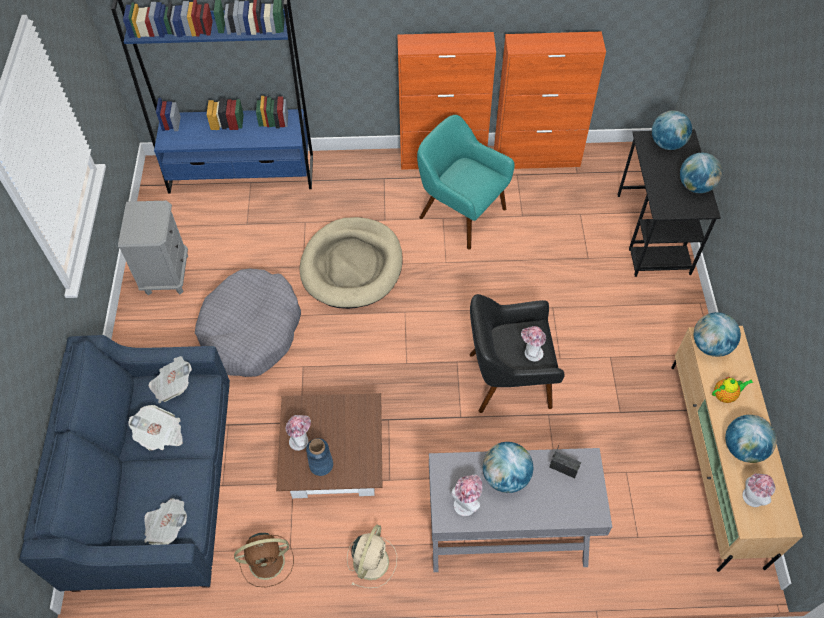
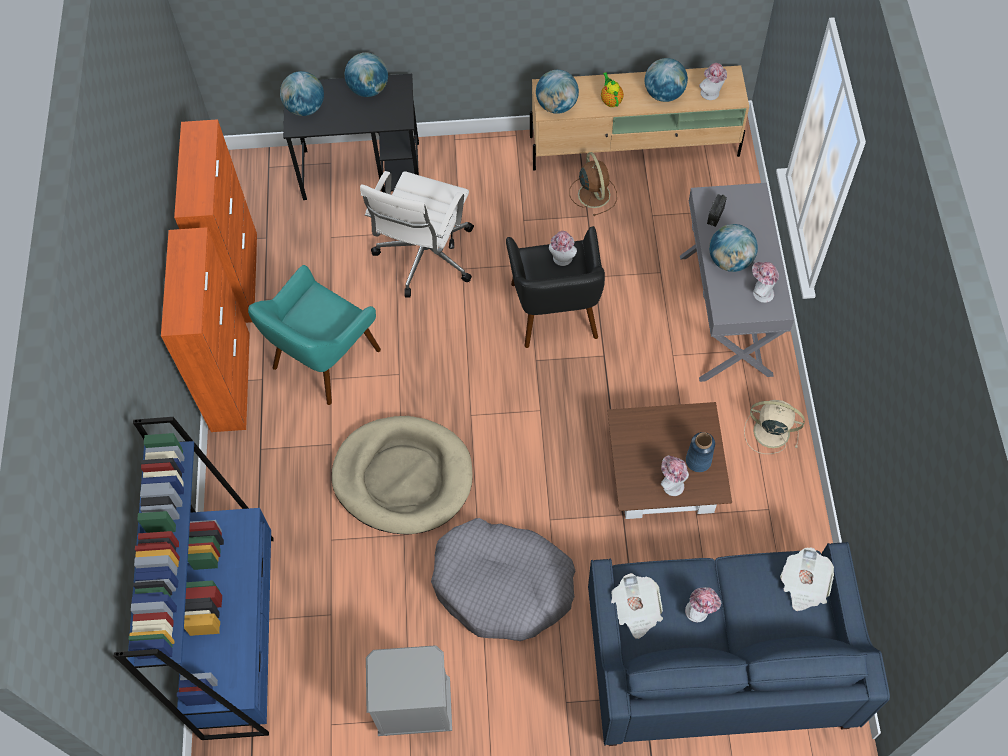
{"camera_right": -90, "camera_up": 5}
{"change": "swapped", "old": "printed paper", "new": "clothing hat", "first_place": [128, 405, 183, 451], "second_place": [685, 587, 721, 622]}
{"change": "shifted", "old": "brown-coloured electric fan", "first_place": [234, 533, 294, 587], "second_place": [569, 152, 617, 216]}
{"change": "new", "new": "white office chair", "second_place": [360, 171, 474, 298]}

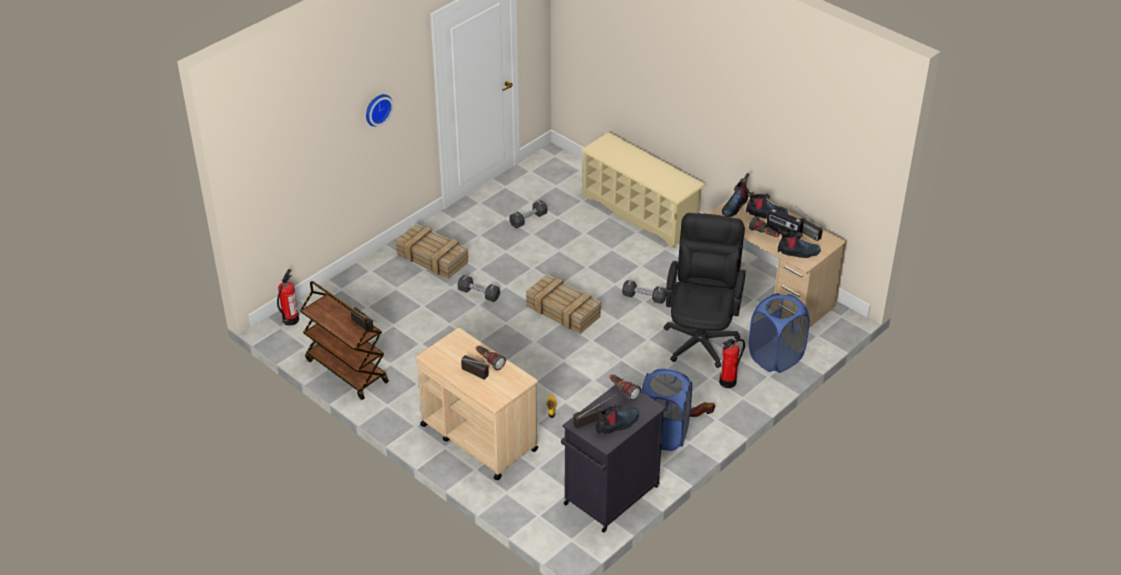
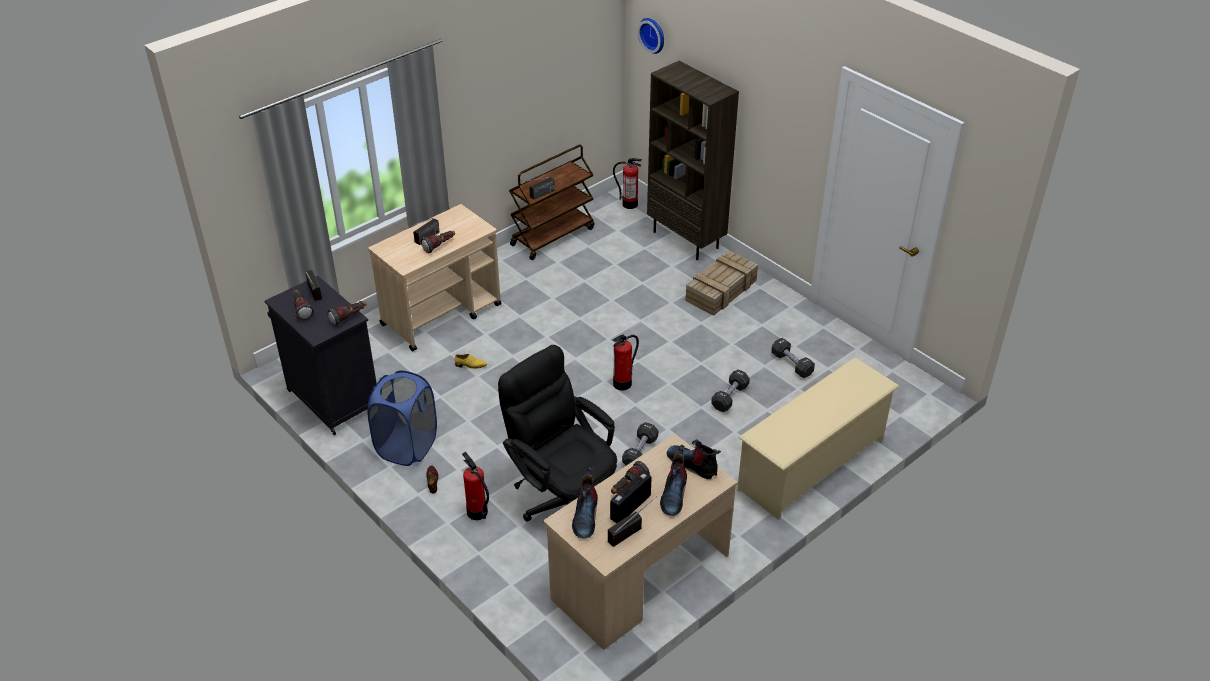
{"camera_right": 95, "camera_up": 0}
{"change": "shifted", "old": "clock on the wall", "first_place": [366, 94, 394, 127], "second_place": [638, 18, 664, 54]}
{"change": "rotated", "old": "black-coloured office chair", "first_place": [664, 213, 746, 368], "second_place": [498, 345, 617, 522], "degrees": -150}
{"change": "swapped", "old": "crate", "new": "fire-fighting cylinder", "first_place": [526, 274, 601, 334], "second_place": [612, 335, 639, 390]}
{"change": "shifted", "old": "black-coloured hand weight", "first_place": [458, 275, 500, 302], "second_place": [711, 370, 750, 412]}
{"change": "gone", "old": "blue hamper", "first_place": [749, 293, 810, 373]}
{"change": "swapped", "old": "boot", "new": "torch", "first_place": [595, 404, 639, 434], "second_place": [294, 290, 314, 320]}
{"change": "new", "new": "brown-coloured bookshelf", "second_place": [647, 61, 739, 260]}

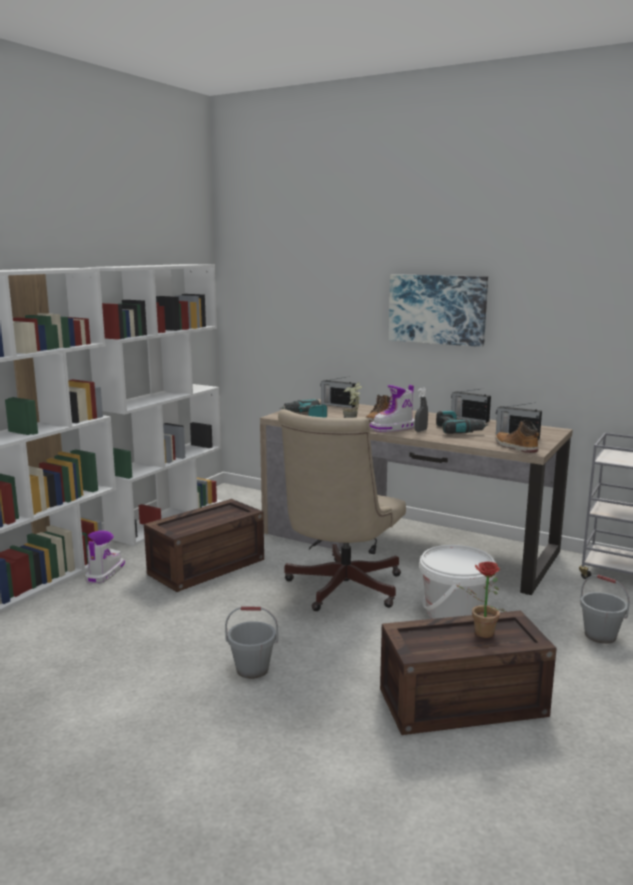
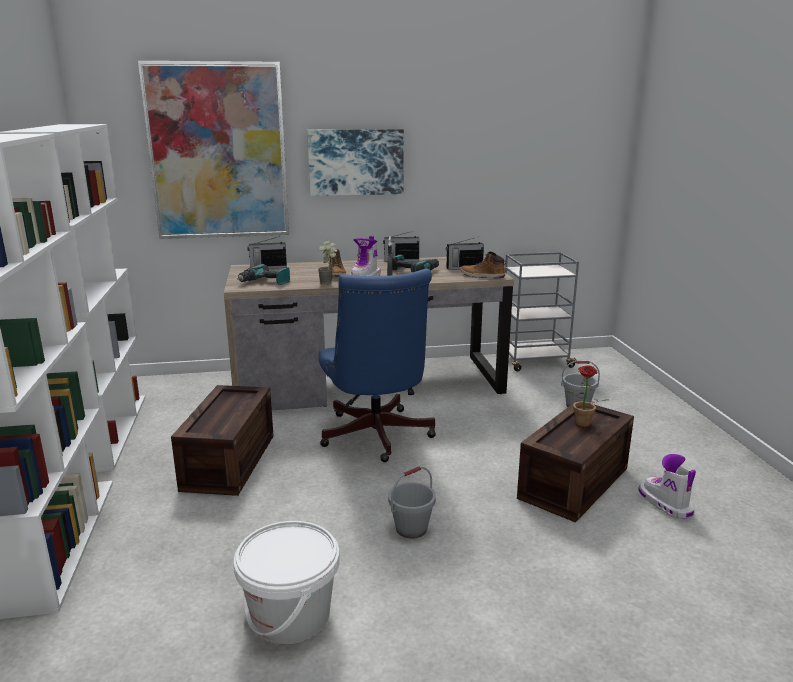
{"camera_right": -40, "camera_up": 5}
{"change": "repainted", "old": "beige-coloured office chair", "new": "blue office chair", "first_place": [278, 409, 406, 611], "second_place": [319, 269, 436, 462]}
{"change": "shifted", "old": "boot", "first_place": [85, 530, 125, 584], "second_place": [638, 454, 696, 519]}
{"change": "shifted", "old": "white pail", "first_place": [419, 545, 496, 619], "second_place": [234, 521, 340, 644]}
{"change": "new", "new": "wall picture", "second_place": [138, 61, 289, 239]}

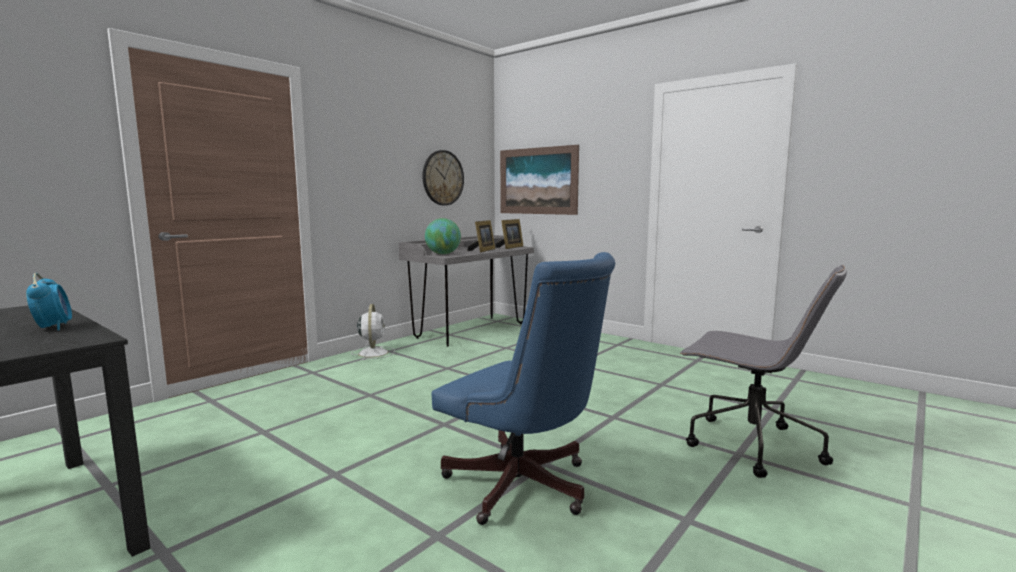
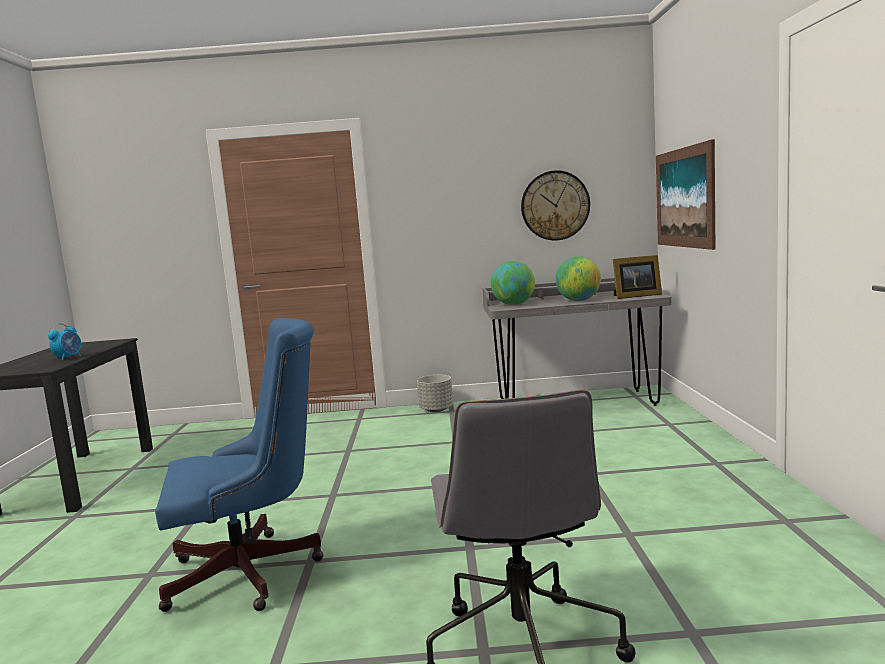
{"camera_right": 50, "camera_up": 0}
{"change": "swapped", "old": "photo frame", "new": "globe", "first_place": [467, 220, 495, 252], "second_place": [555, 256, 601, 301]}
{"change": "rotated", "old": "blue office chair", "first_place": [431, 252, 615, 525], "second_place": [155, 318, 324, 612], "degrees": -105}
{"change": "swapped", "old": "white electric fan", "new": "gray plant pot", "first_place": [351, 304, 395, 360], "second_place": [417, 375, 453, 412]}

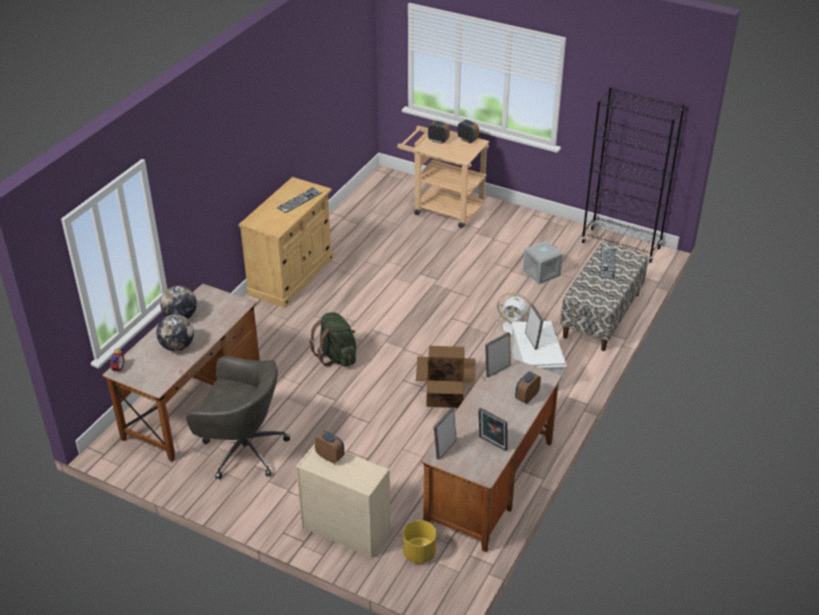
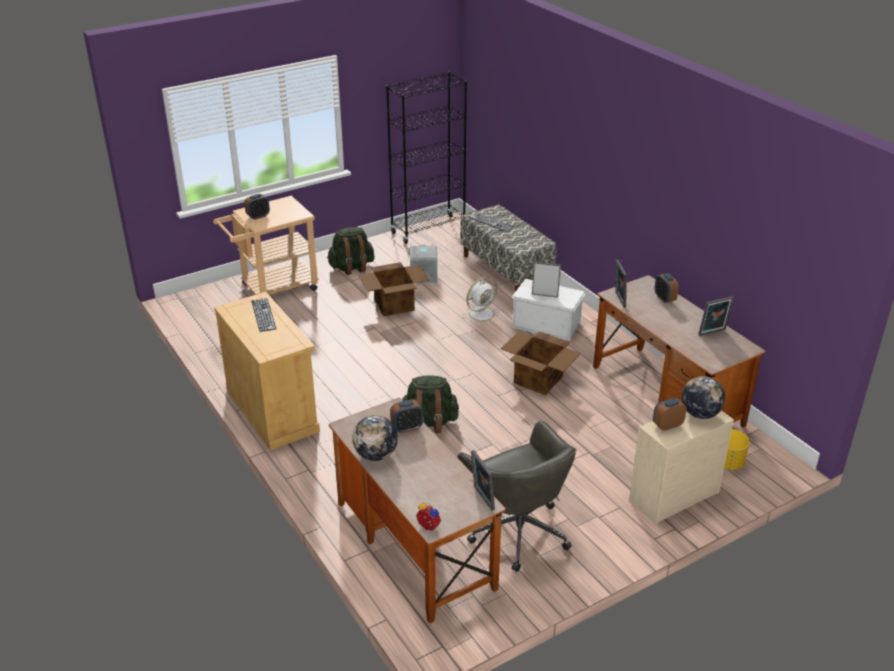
{"camera_right": -60, "camera_up": -5}
{"change": "shifted", "old": "alarm clock", "first_place": [458, 120, 479, 143], "second_place": [390, 399, 423, 433]}
{"change": "shifted", "old": "globe", "first_place": [156, 314, 194, 351], "second_place": [682, 376, 725, 419]}
{"change": "rotated", "old": "gray office chair", "first_place": [187, 356, 290, 479], "second_place": [457, 421, 576, 572], "degrees": 105}
{"change": "shifted", "old": "photo frame", "first_place": [434, 407, 457, 460], "second_place": [471, 450, 495, 511]}
{"change": "new", "new": "green-coloured rucksack", "second_place": [327, 227, 375, 275]}
{"change": "new", "new": "carton", "second_place": [359, 262, 429, 316]}

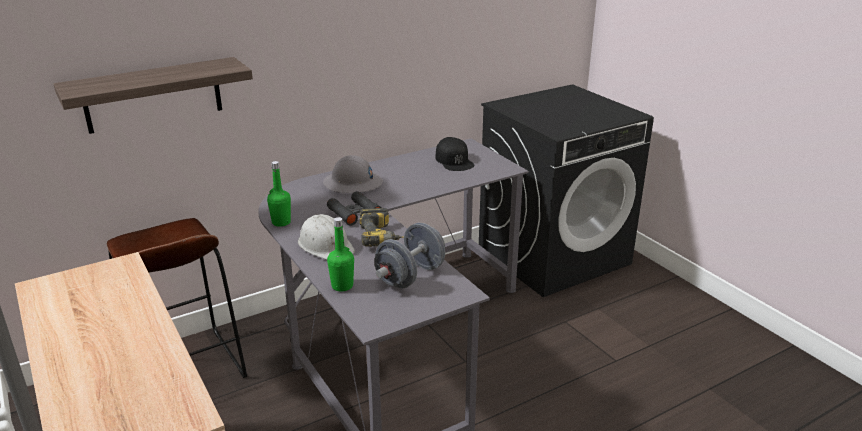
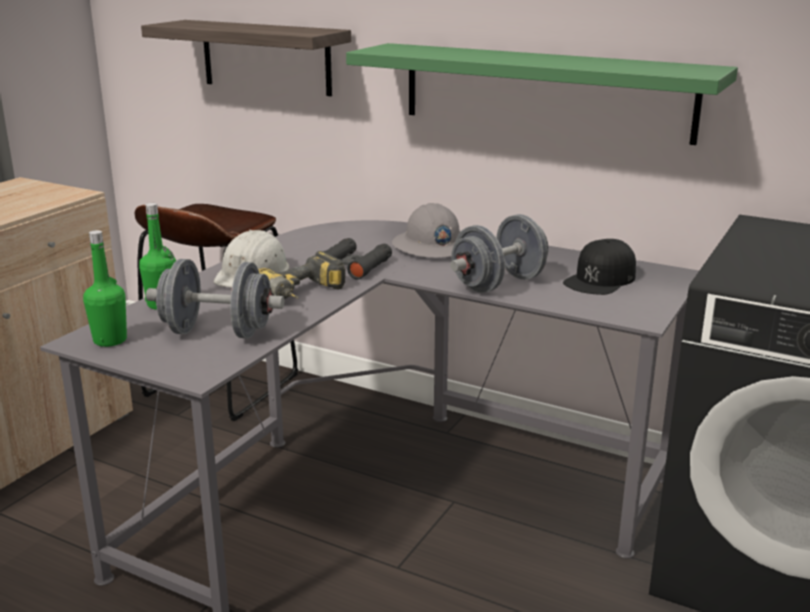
{"camera_right": 60, "camera_up": -5}
{"change": "shifted", "old": "green-coloured drink bottle", "first_place": [267, 161, 291, 227], "second_place": [83, 230, 127, 347]}
{"change": "new", "new": "green-coloured wall shelf", "second_place": [346, 43, 738, 145]}
{"change": "new", "new": "gray hand weight", "second_place": [450, 214, 548, 293]}

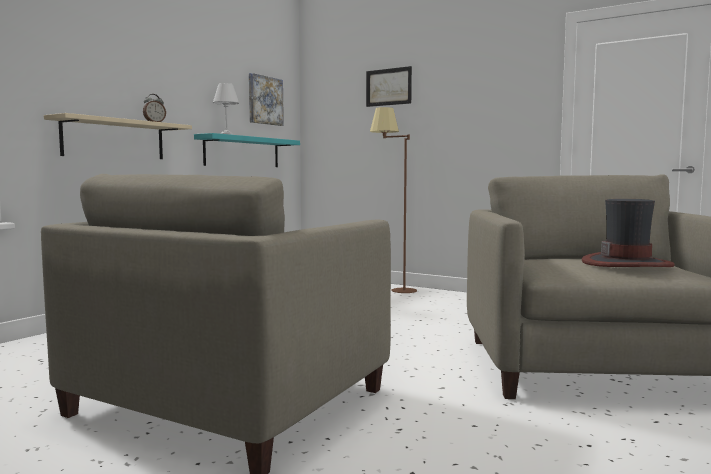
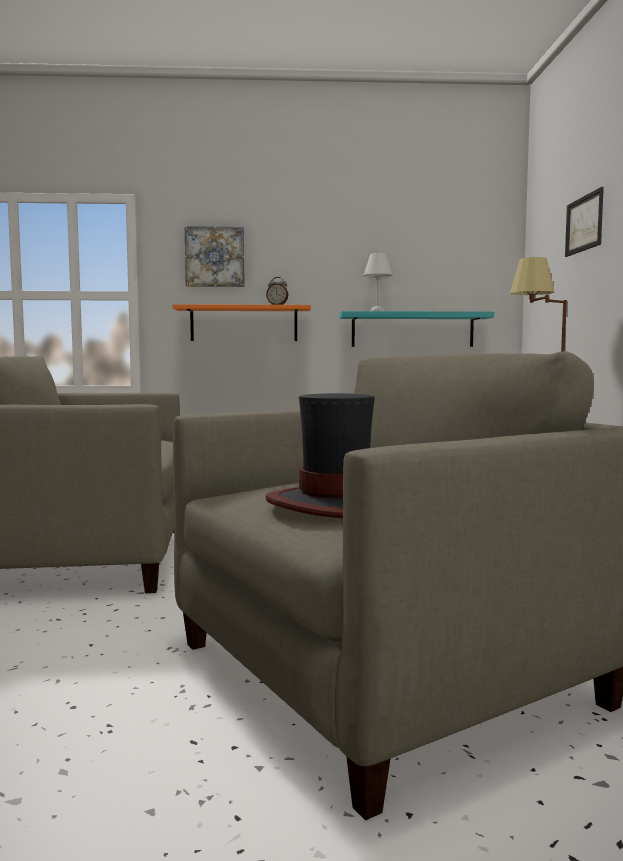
{"camera_right": 55, "camera_up": 0}
{"change": "shifted", "old": "wall picture", "first_place": [249, 73, 284, 126], "second_place": [185, 226, 245, 287]}
{"change": "repainted", "old": "beige-coloured wall shelf", "new": "orangey wall shelf", "first_place": [44, 113, 192, 159], "second_place": [173, 304, 311, 341]}

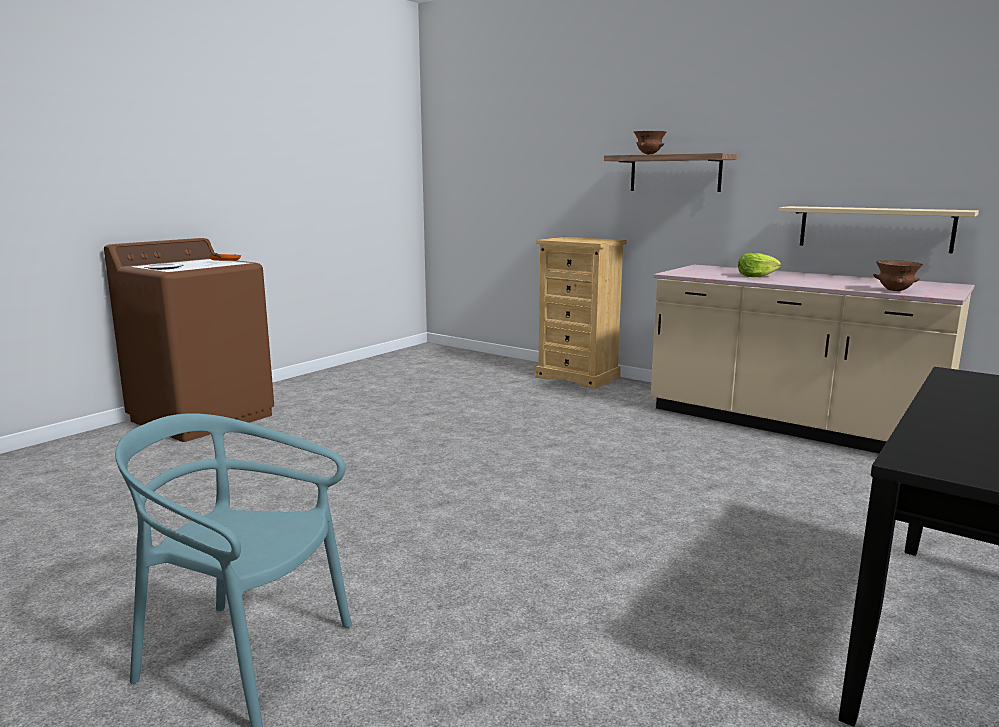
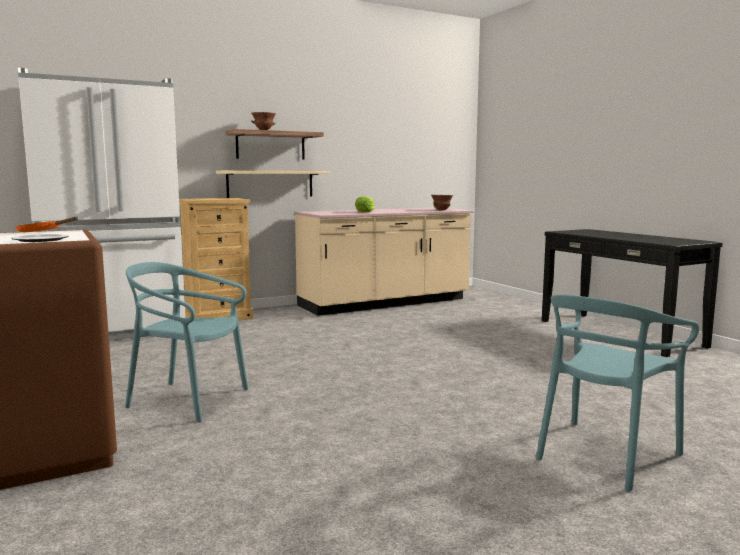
{"camera_right": -65, "camera_up": -5}
{"change": "shifted", "old": "beige-coloured wall shelf", "first_place": [779, 206, 979, 253], "second_place": [216, 171, 329, 198]}
{"change": "new", "new": "white fridge", "second_place": [18, 68, 185, 341]}
{"change": "new", "new": "turquoise-coloured plain chair", "second_place": [125, 262, 249, 422]}

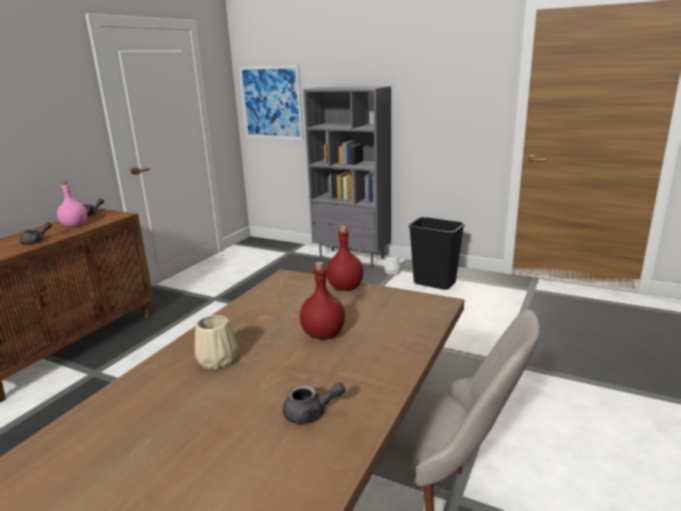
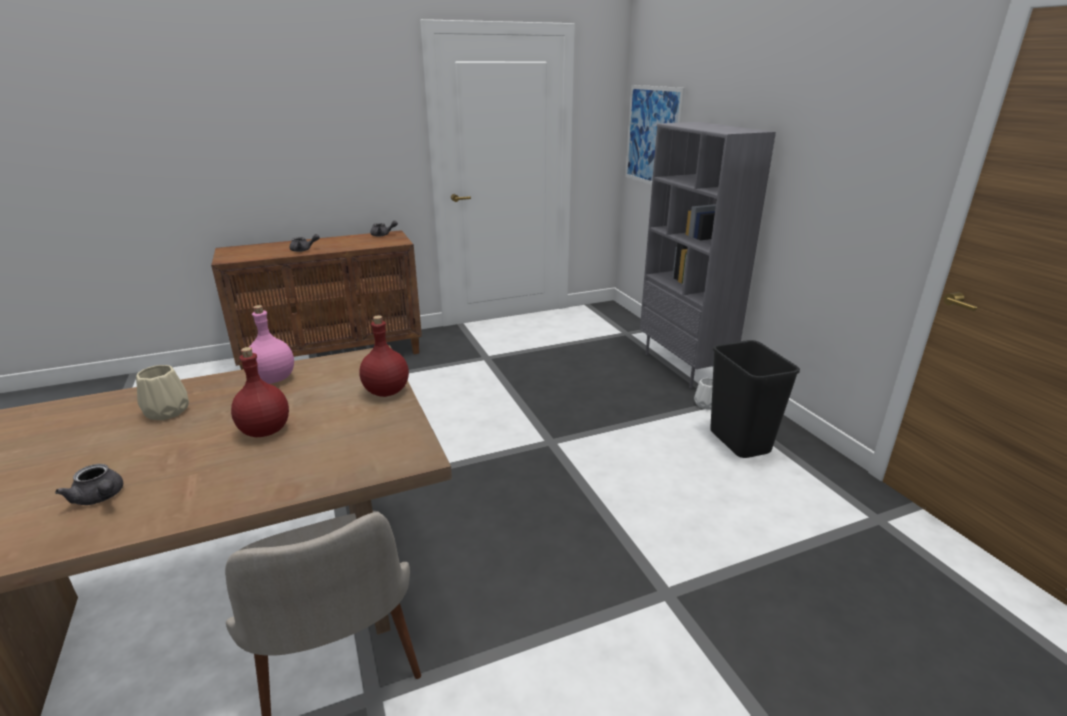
{"camera_right": 40, "camera_up": 5}
{"change": "shifted", "old": "pinkish drink bottle", "first_place": [57, 181, 87, 227], "second_place": [249, 305, 294, 384]}

